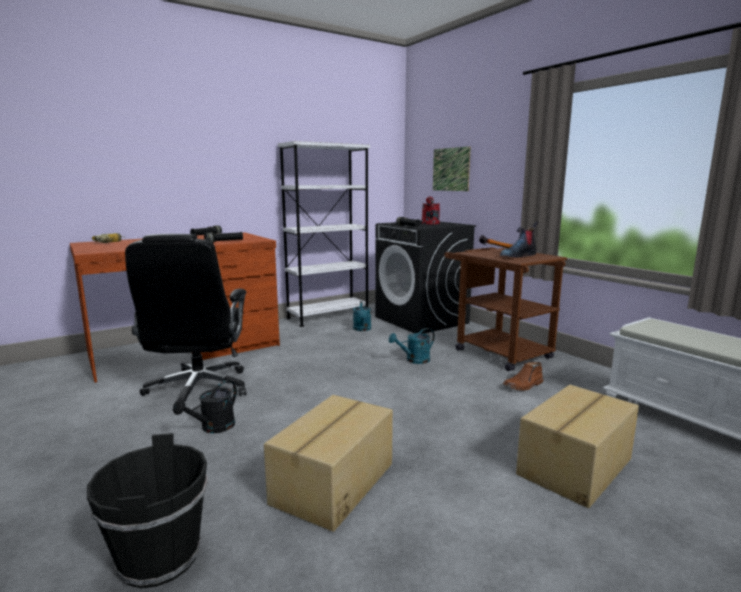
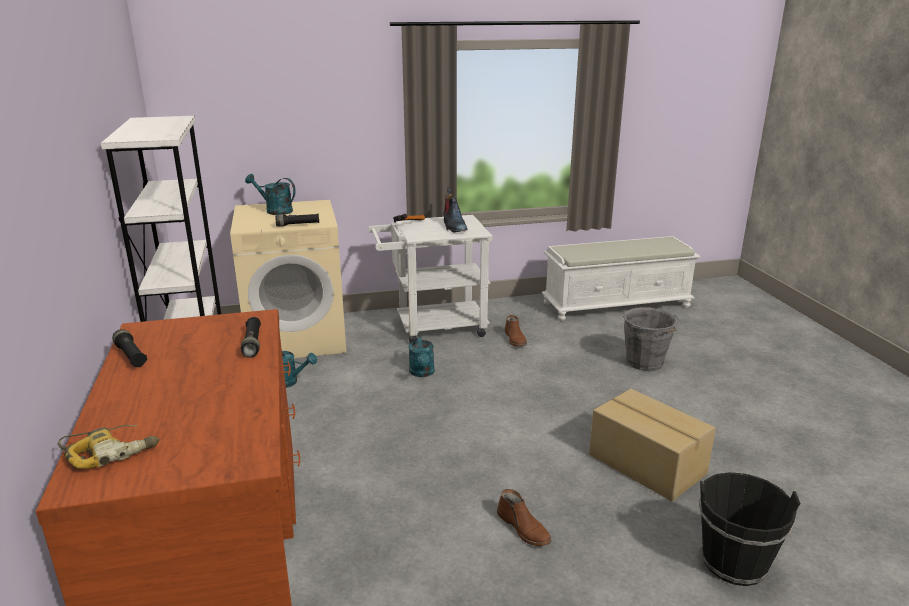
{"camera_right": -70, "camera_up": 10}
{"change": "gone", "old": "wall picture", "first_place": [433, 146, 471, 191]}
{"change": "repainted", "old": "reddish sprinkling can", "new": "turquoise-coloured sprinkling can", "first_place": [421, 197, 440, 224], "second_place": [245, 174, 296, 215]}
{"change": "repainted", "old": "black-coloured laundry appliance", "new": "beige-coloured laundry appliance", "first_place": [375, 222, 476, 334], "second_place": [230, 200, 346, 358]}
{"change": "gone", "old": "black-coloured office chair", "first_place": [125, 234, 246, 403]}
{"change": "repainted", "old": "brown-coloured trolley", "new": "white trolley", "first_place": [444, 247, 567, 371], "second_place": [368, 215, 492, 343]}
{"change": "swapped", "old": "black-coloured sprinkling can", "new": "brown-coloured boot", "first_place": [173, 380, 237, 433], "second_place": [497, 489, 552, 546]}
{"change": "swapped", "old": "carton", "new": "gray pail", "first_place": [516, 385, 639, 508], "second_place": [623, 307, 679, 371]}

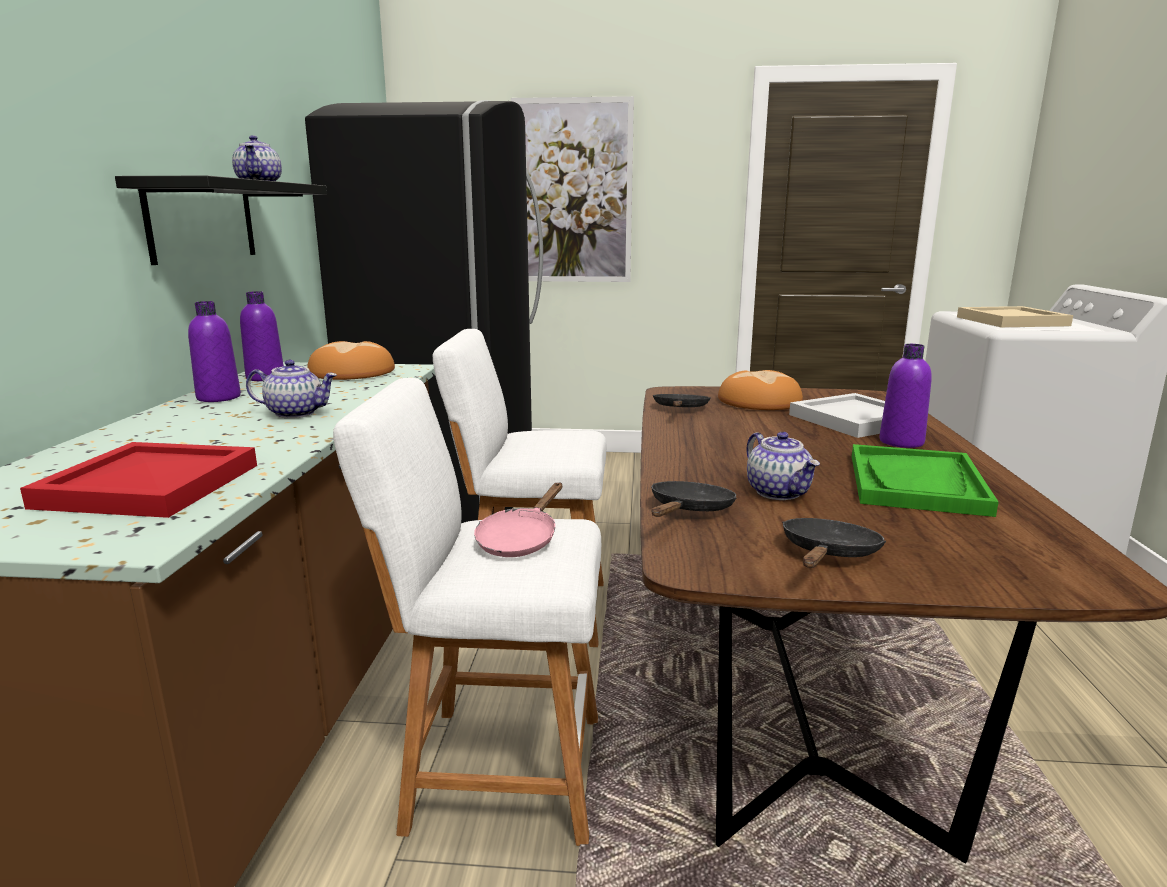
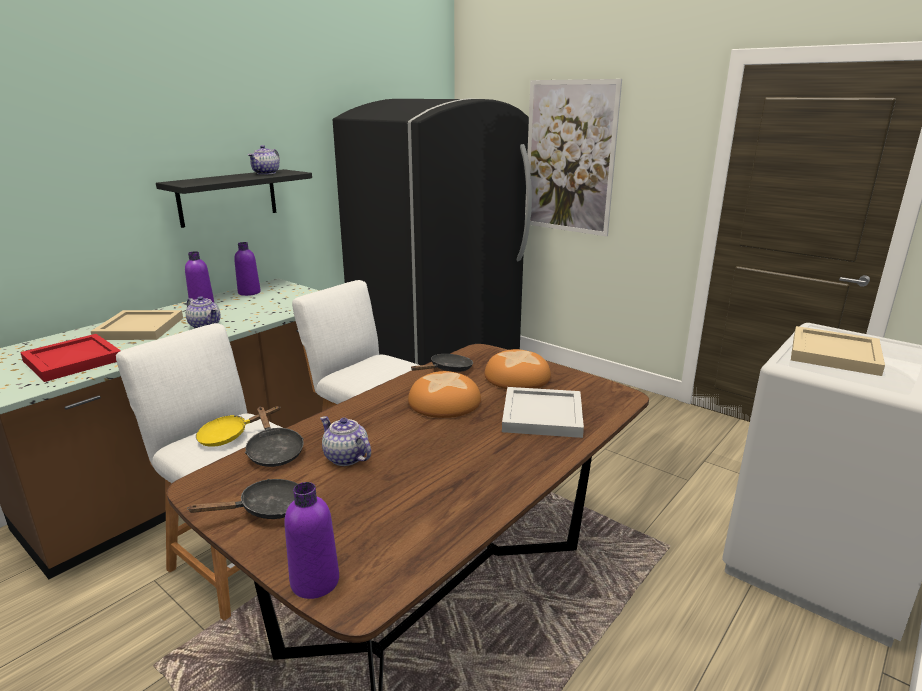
{"camera_right": 35, "camera_up": 5}
{"change": "shifted", "old": "bread", "first_place": [307, 341, 395, 380], "second_place": [408, 371, 481, 418]}
{"change": "shifted", "old": "purplish drink bottle", "first_place": [879, 344, 932, 448], "second_place": [285, 482, 339, 599]}
{"change": "rotated", "old": "pot for tea", "first_place": [746, 432, 820, 500], "second_place": [320, 416, 371, 466], "degrees": 120}
{"change": "gone", "old": "green-coloured serving tray", "first_place": [852, 444, 999, 517]}
{"change": "rotated", "old": "black-coloured frying pan", "first_place": [651, 481, 736, 517], "second_place": [245, 407, 304, 467], "degrees": 90}
{"change": "repainted", "old": "pinkish frying pan", "new": "yellow-coloured frying pan", "first_place": [474, 482, 562, 557], "second_place": [196, 406, 280, 447]}
{"change": "new", "new": "beige-coloured serving tray", "second_place": [91, 310, 183, 340]}

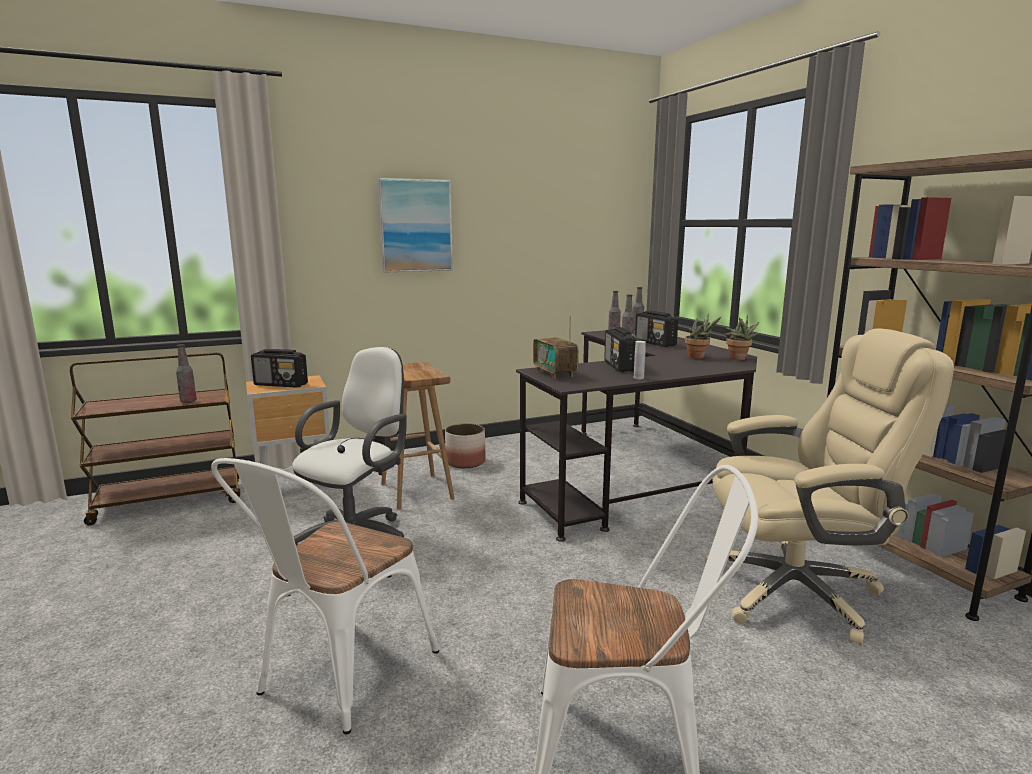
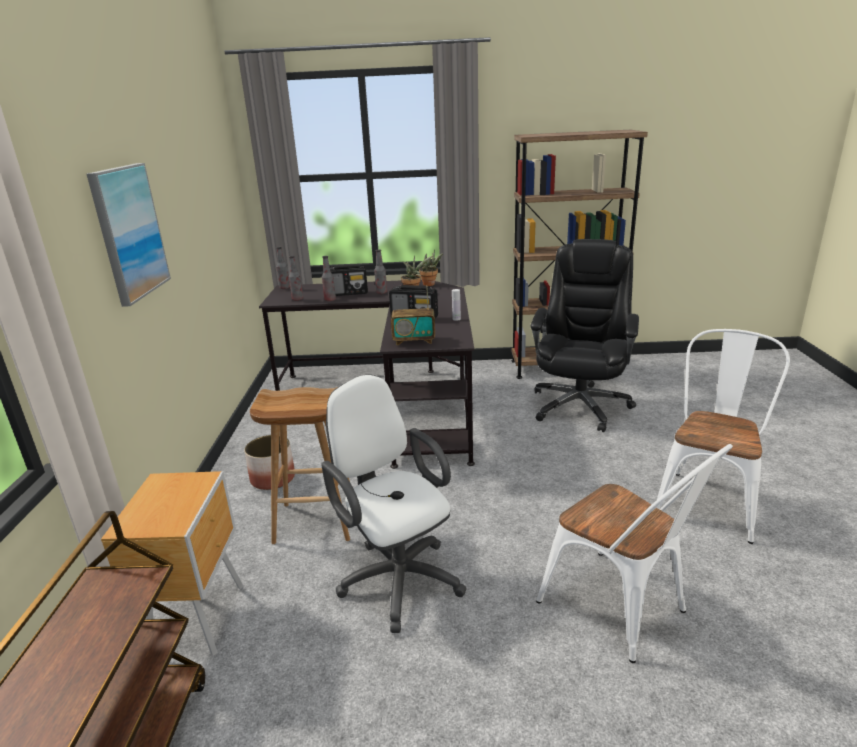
{"camera_right": -65, "camera_up": 10}
{"change": "repainted", "old": "beige-coloured office chair", "new": "black-coloured office chair", "first_place": [705, 328, 954, 646], "second_place": [531, 239, 639, 432]}
{"change": "shifted", "old": "drink bottle", "first_place": [176, 344, 197, 403], "second_place": [374, 249, 387, 294]}
{"change": "gone", "old": "radio receiver", "first_place": [251, 349, 308, 388]}

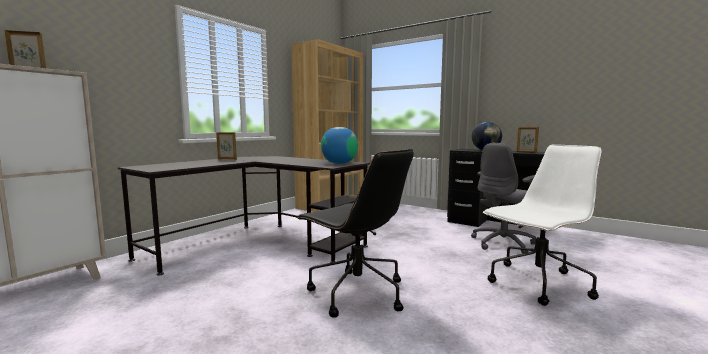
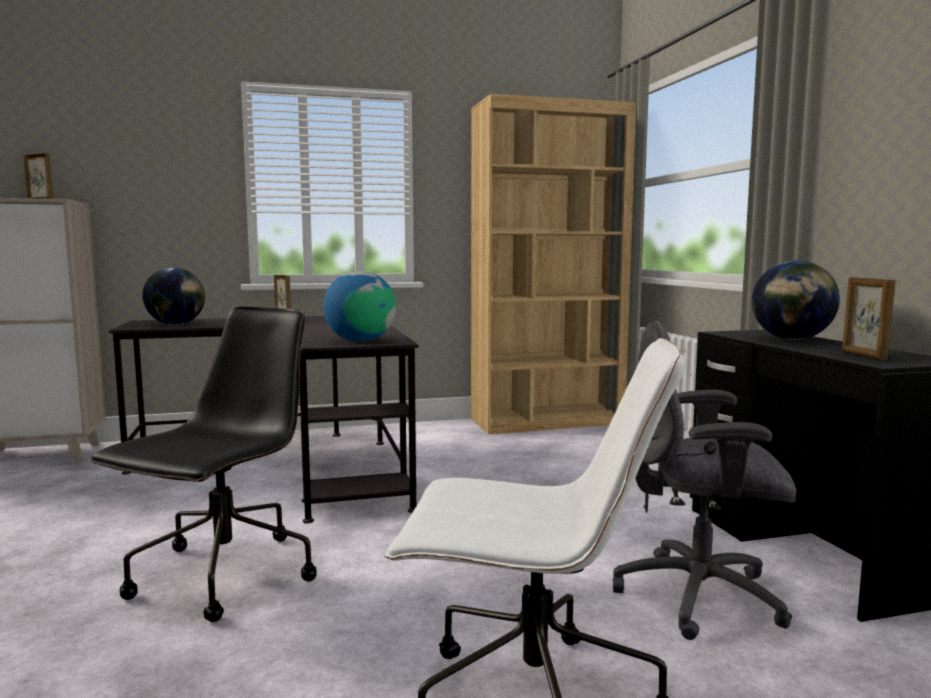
{"camera_right": 40, "camera_up": 0}
{"change": "rotated", "old": "black-coloured office chair", "first_place": [296, 149, 414, 318], "second_place": [88, 307, 317, 622], "degrees": -150}
{"change": "new", "new": "globe", "second_place": [143, 267, 205, 325]}

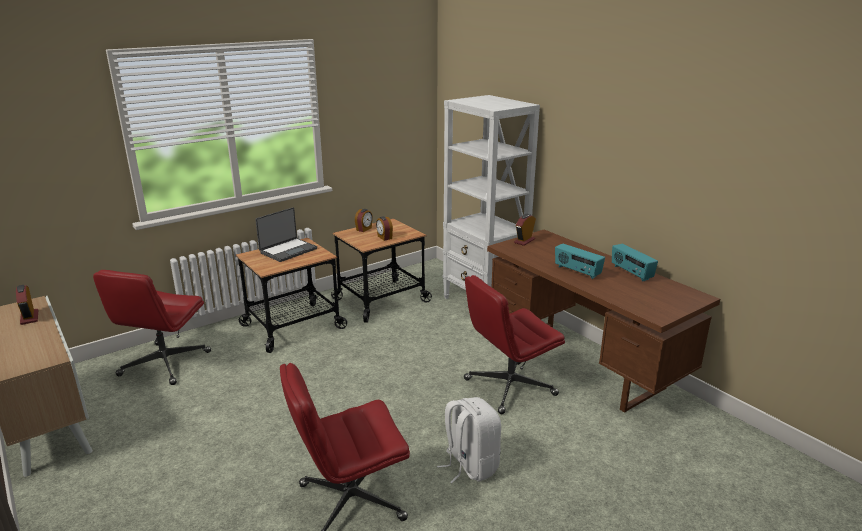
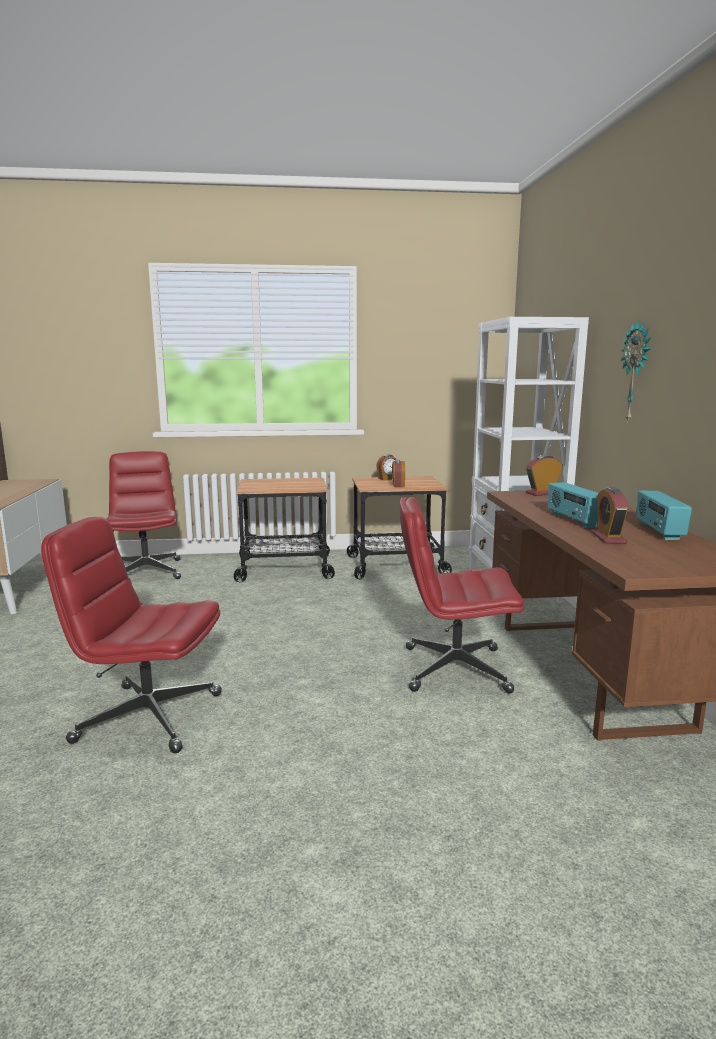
{"camera_right": 30, "camera_up": -10}
{"change": "gone", "old": "laptop", "first_place": [255, 207, 317, 262]}
{"change": "rotated", "old": "reddish office chair", "first_place": [93, 270, 211, 385], "second_place": [106, 451, 181, 579], "degrees": 120}
{"change": "shifted", "old": "alarm clock", "first_place": [16, 285, 38, 325], "second_place": [591, 487, 628, 544]}
{"change": "gone", "old": "white rucksack", "first_place": [437, 397, 501, 483]}
{"change": "new", "new": "clock on the wall", "second_place": [621, 320, 651, 423]}

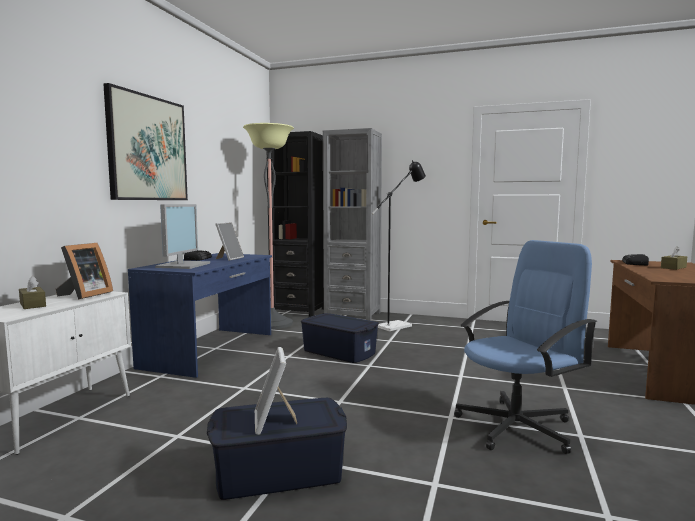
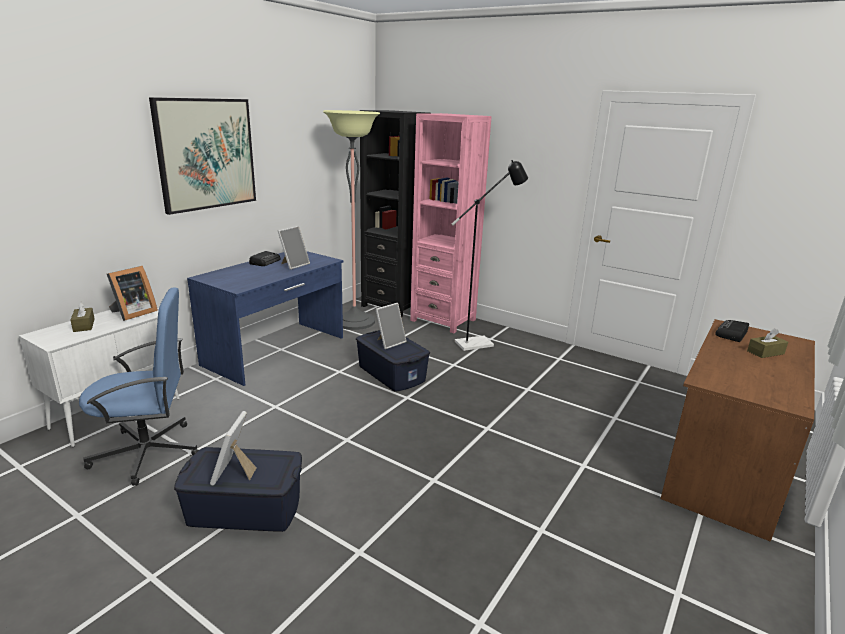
{"camera_right": 15, "camera_up": 15}
{"change": "repainted", "old": "gray bookshelf", "new": "pinkish bookshelf", "first_place": [323, 128, 382, 321], "second_place": [410, 113, 492, 333]}
{"change": "gone", "old": "computer display", "first_place": [155, 204, 210, 269]}
{"change": "shifted", "old": "blue office chair", "first_place": [454, 240, 597, 454], "second_place": [79, 288, 199, 486]}
{"change": "new", "new": "photo frame", "second_place": [375, 303, 407, 349]}

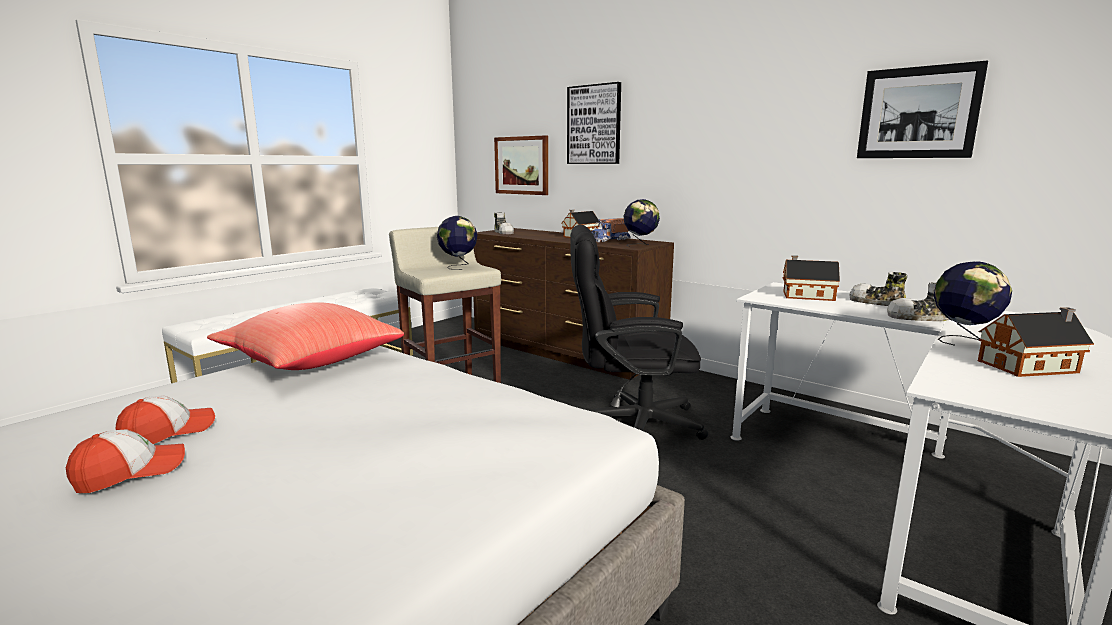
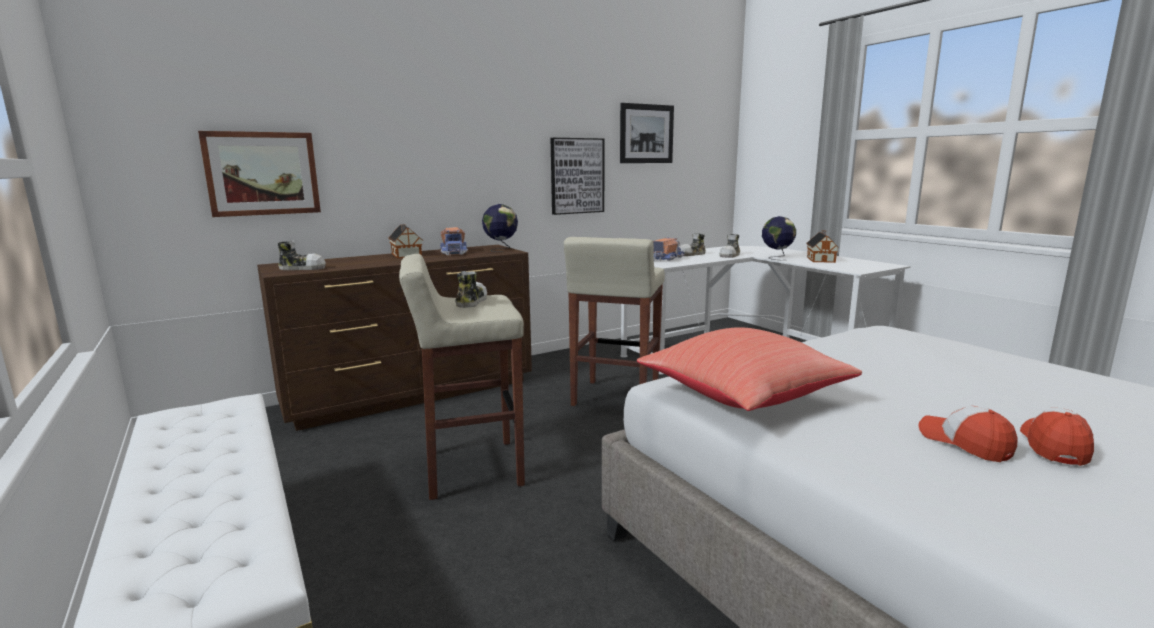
{"camera_right": -70, "camera_up": 0}
{"change": "shifted", "old": "wall picture", "first_place": [567, 82, 621, 164], "second_place": [550, 138, 604, 215]}
{"change": "swapped", "old": "globe", "new": "low shoe", "first_place": [437, 216, 477, 270], "second_place": [455, 271, 487, 308]}
{"change": "swapped", "old": "black-coloured office chair", "new": "beige-coloured stool seat", "first_place": [571, 225, 708, 440], "second_place": [564, 237, 665, 406]}
{"change": "swapped", "old": "model house", "new": "toy lorry", "first_place": [783, 255, 840, 301], "second_place": [653, 237, 685, 261]}
{"change": "rotated", "old": "baseball cap", "first_place": [66, 429, 185, 493], "second_place": [1020, 408, 1094, 466], "degrees": 45}

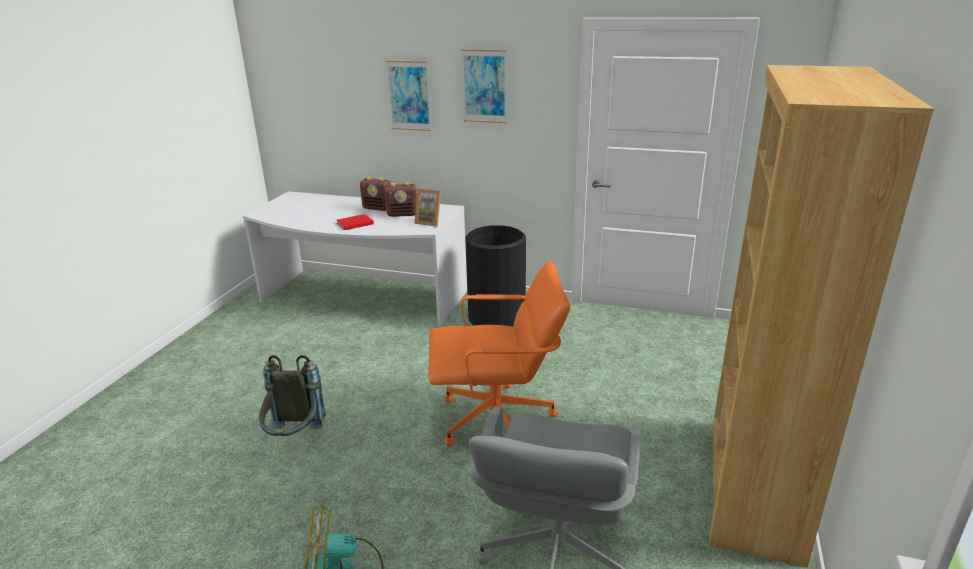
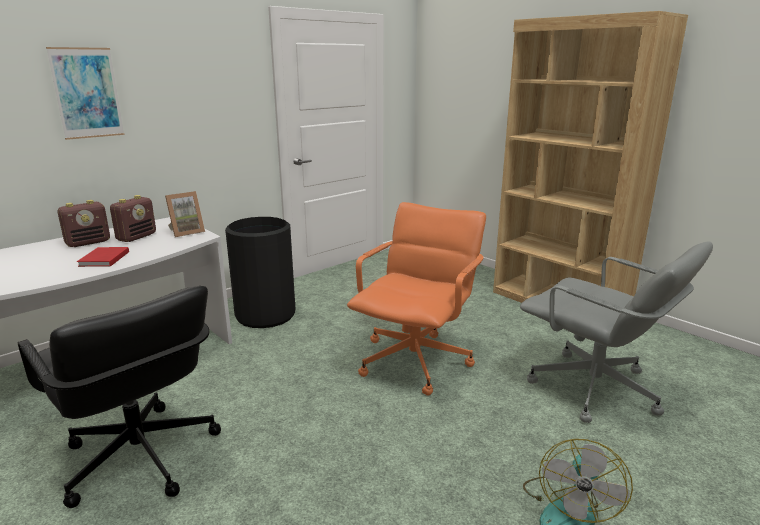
{"camera_right": -60, "camera_up": -5}
{"change": "gone", "old": "wall picture", "first_place": [461, 49, 507, 123]}
{"change": "gone", "old": "gray rucksack", "first_place": [259, 355, 326, 436]}
{"change": "new", "new": "black-coloured office chair", "second_place": [18, 286, 221, 508]}

